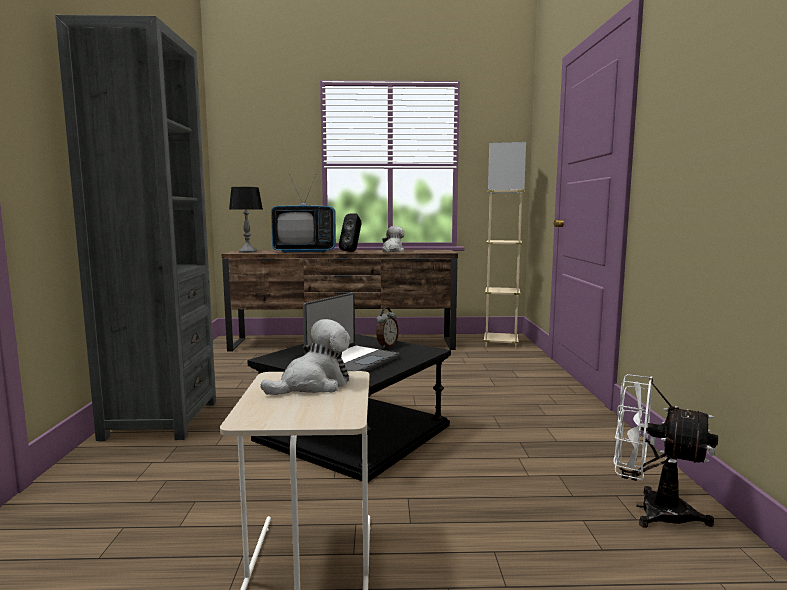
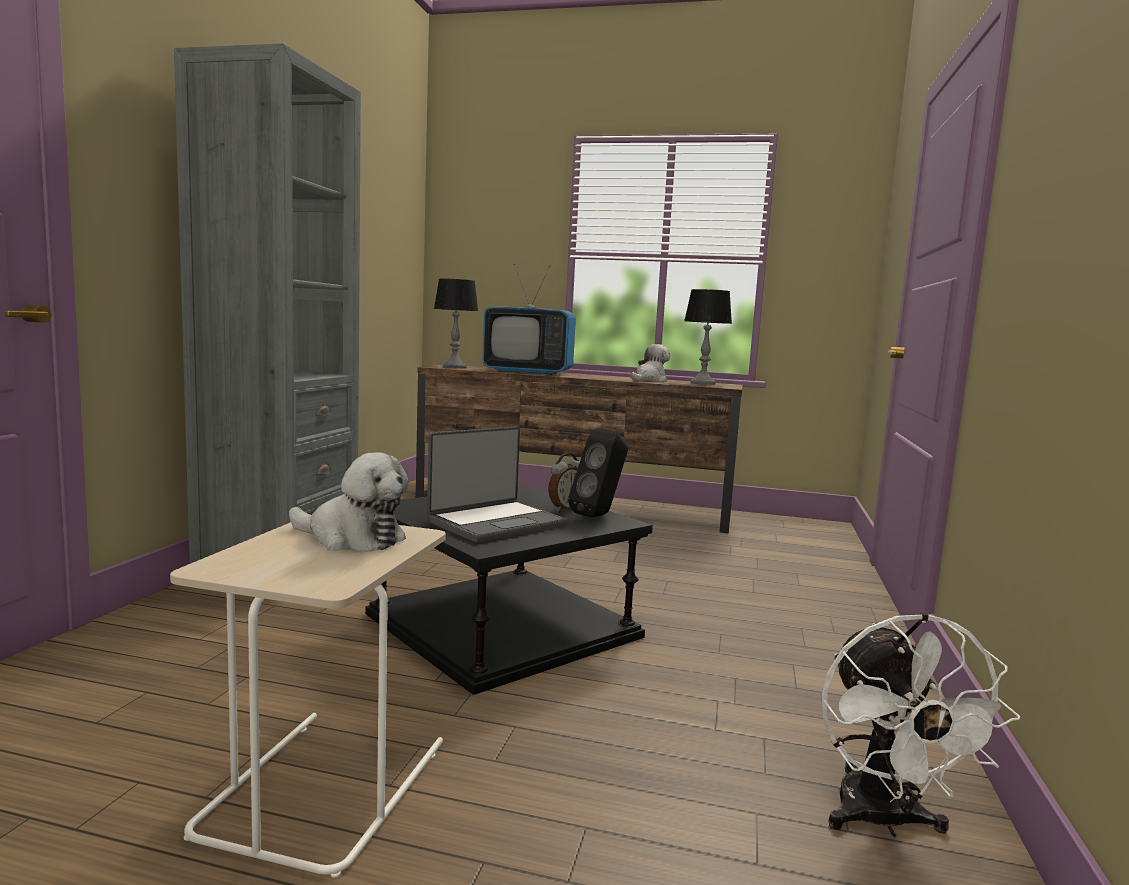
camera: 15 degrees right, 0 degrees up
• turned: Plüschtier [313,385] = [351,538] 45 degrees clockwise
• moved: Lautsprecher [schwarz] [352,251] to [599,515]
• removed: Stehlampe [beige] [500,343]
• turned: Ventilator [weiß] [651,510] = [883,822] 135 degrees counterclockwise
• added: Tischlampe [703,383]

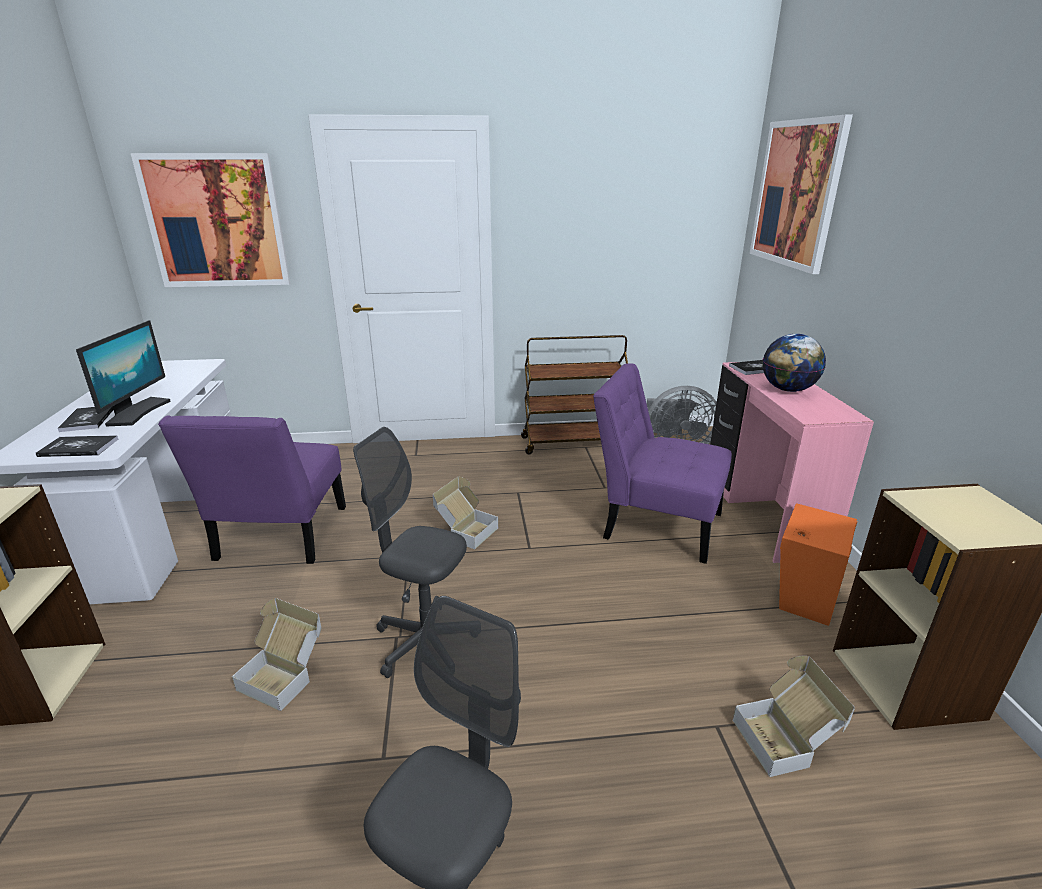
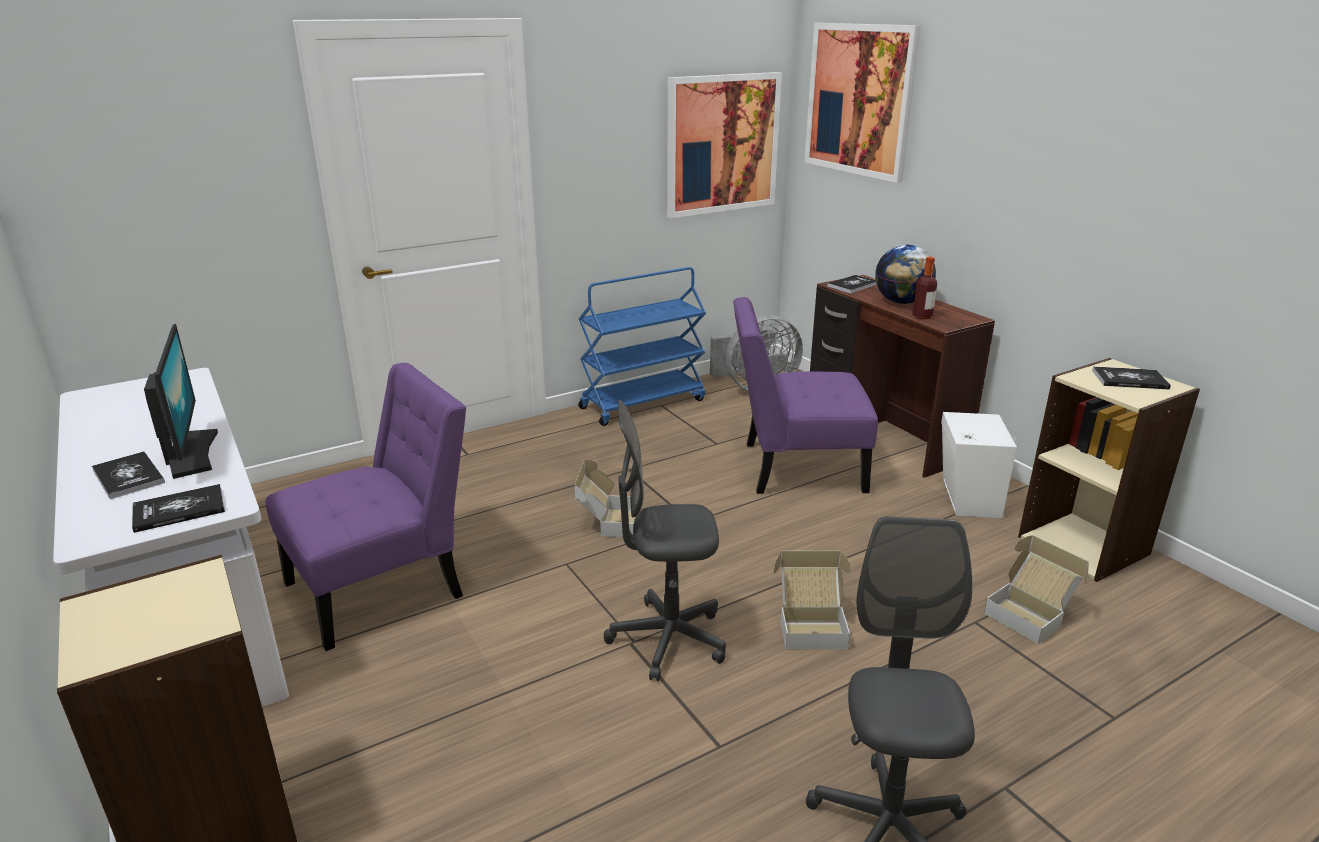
camera: 25 degrees left, 0 degrees up
• moved: Bild [216,221] to [722,144]
• turned: Stuhl [lila] [279,537] = [384,586] 105 degrees counterclockwise
• moved: Karton [285,675] to [811,625]
• recoloured: Rollwagen [braun] [572,443] to Rollwagen [blau] [643,403]
• recoloured: Schreibtisch [rosa] [761,514] to Schreibtisch [braun] [882,436]
• recoloured: Lautsprecher [orange] [804,595] to Lautsprecher [weiß] [967,499]
• added: Flasche [922,316]
• added: Buch [1129,379]

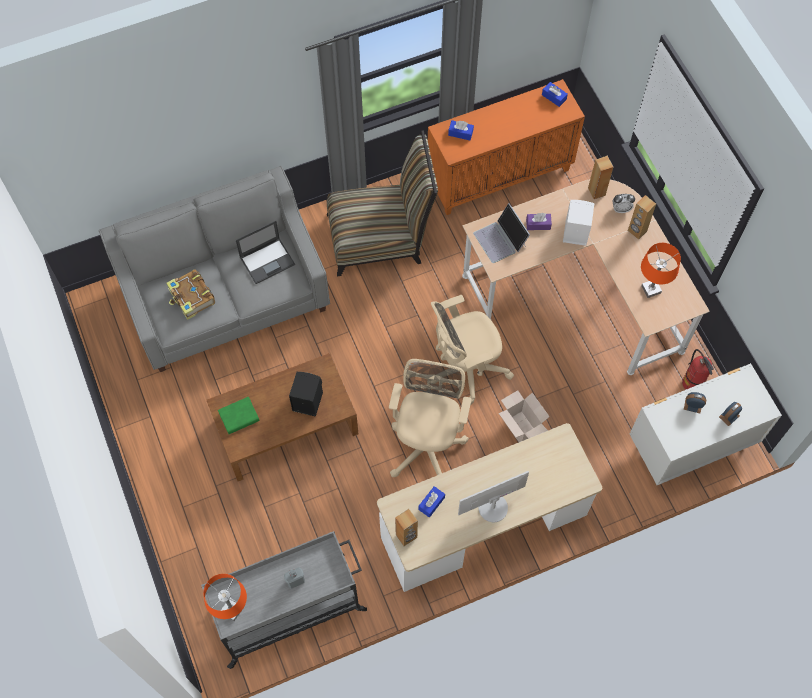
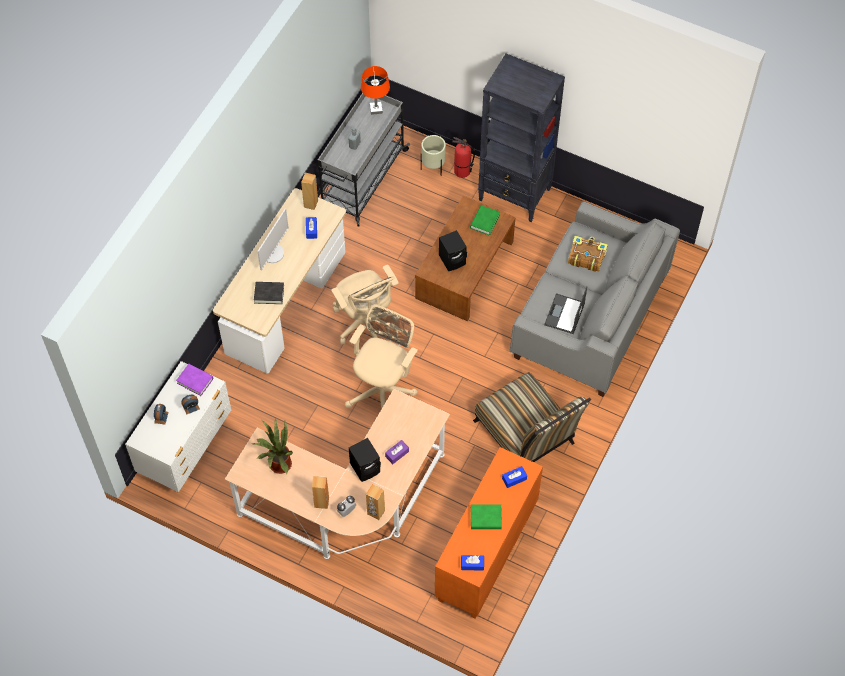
camera: 140 degrees right, 5 degrees down
• turned: Stuhl [381,237] = [527,437] 75 degrees counterclockwise
• removed: Laptop [500,240]
• removed: Karton [520,428]
• recoloured: Lautsprecher [weiß] [574,232] to Lautsprecher [schwarz] [366,467]
• replaced: Tischlampe [orange] [650,289] to Topfpflanze [278,464]
• moved: Feuerlöscher [692,383] to [462,171]
• added: Buch [lila] [195,381]
• added: Buch [schwarz] [269,294]
• added: Pflanzkübel [beige] [433,168]
• added: Buch [grün] [486,518]
• added: Bücherregal [schwarz] [515,195]

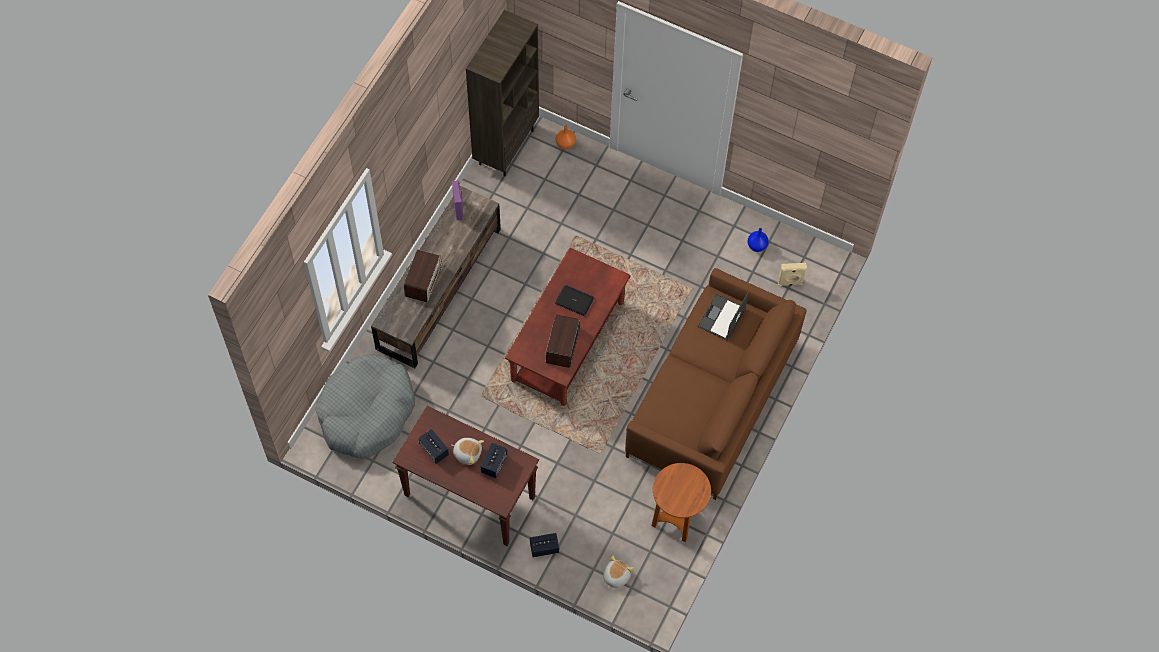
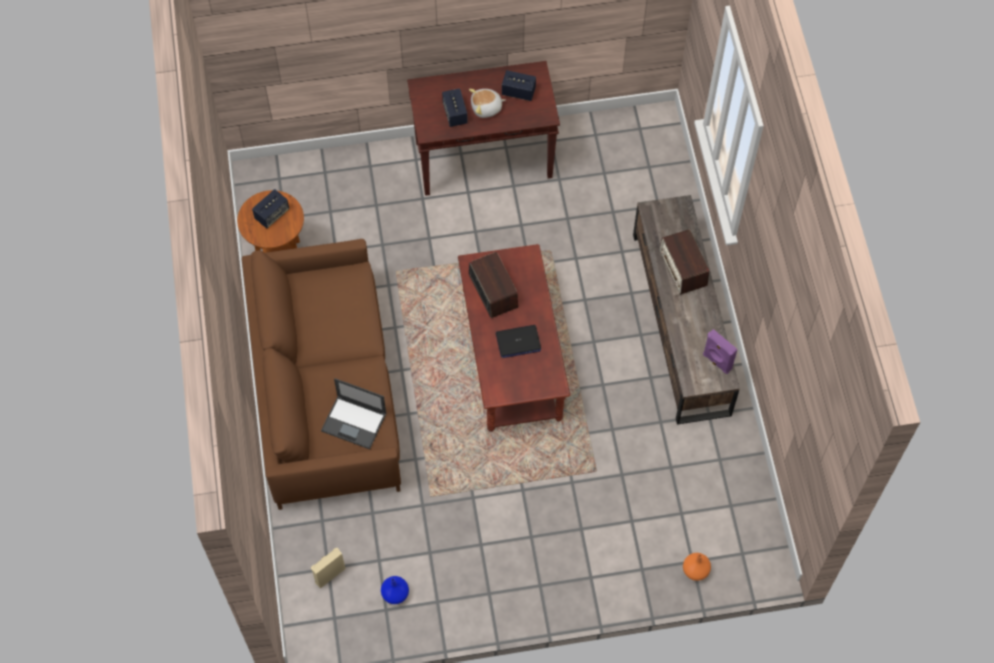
camera: 145 degrees right, 0 degrees up
• removed: Hundebett [grau] [366,412]
• removed: Bücherregal [braun] [505,146]
• moved: Lautsprecher [544,548] to [272,214]
• removed: Plüschtier [615,576]
• turned: Laptop [721,318] = [355,422] 120 degrees clockwise

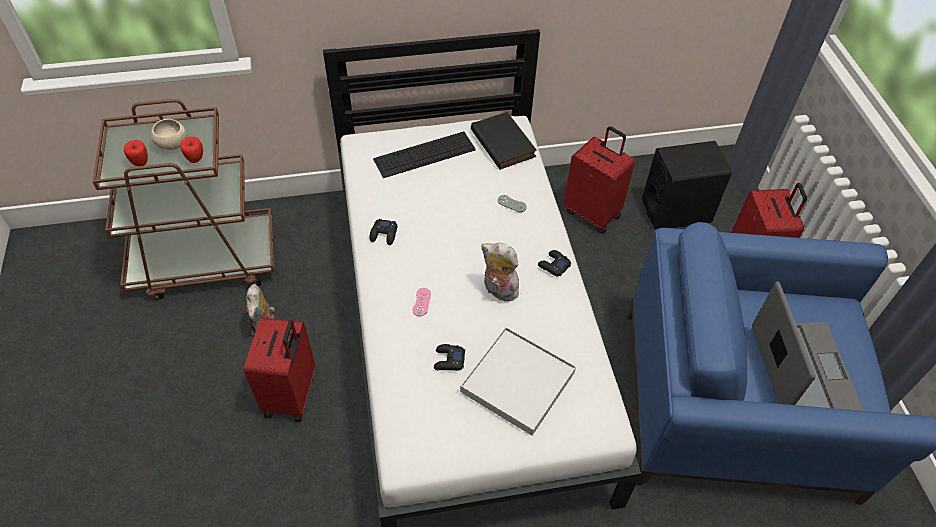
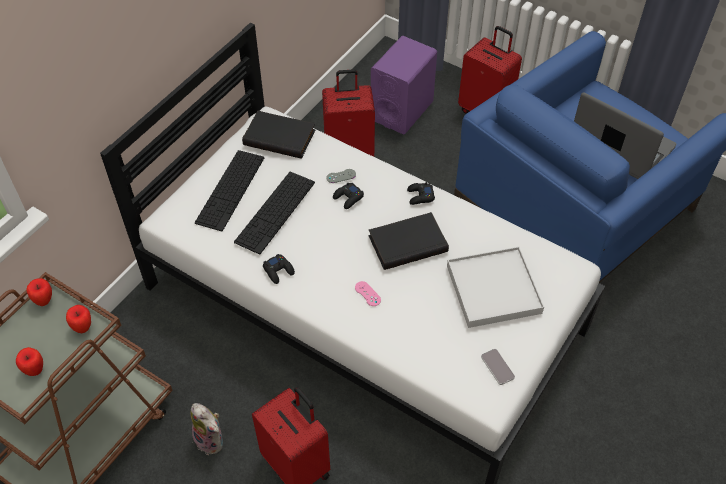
camera: 45 degrees left, 0 degrees up
• removed: Schüssel [beige] [172,145]
• moved: Gamepad [schwarz] [449,360] to [348,198]
• replaced: Plüschtier [498,291] to Buch [schwarz] [407,242]
• recoloured: Lautsprecher [schwarz] [676,211] to Lautsprecher [lila] [402,110]
• added: Apfel [44,301]
• added: Tastatur [275,212]
• added: Handy [497,367]

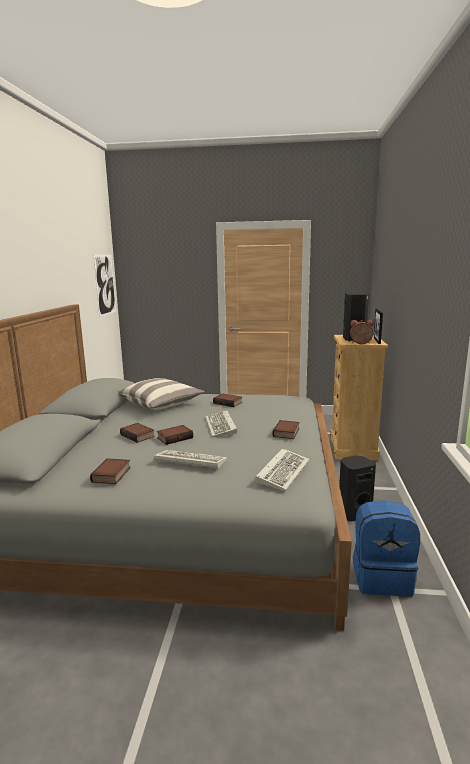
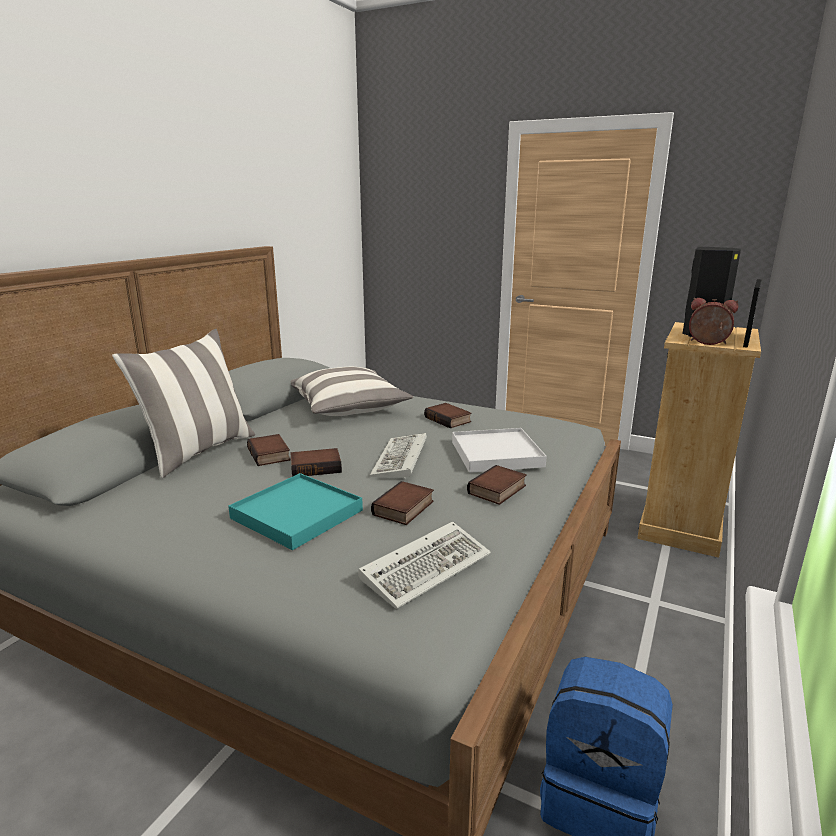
camera: 20 degrees right, 5 degrees up
• moved: Buch [112,475] to [404,509]
• removed: Bild [105,284]
• replaced: Tastatur [188,461] to Tablett [türkis] [296,514]
• removed: Lautsprecher [schwarz] [353,513]
• added: Kissen [198,452]
• added: Tablett [weiß] [496,454]

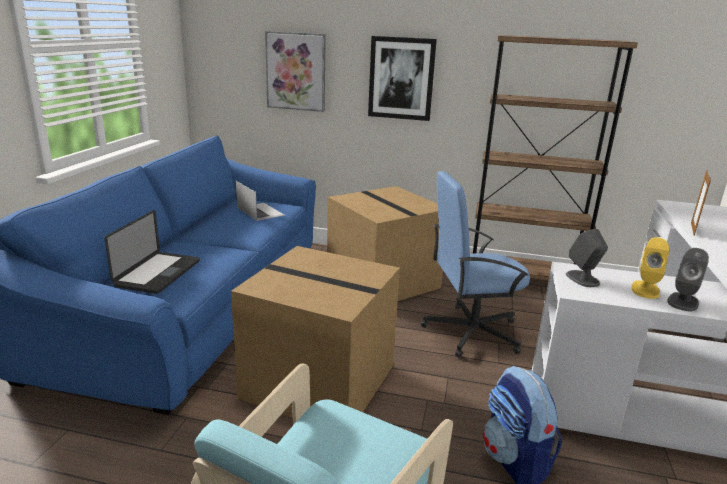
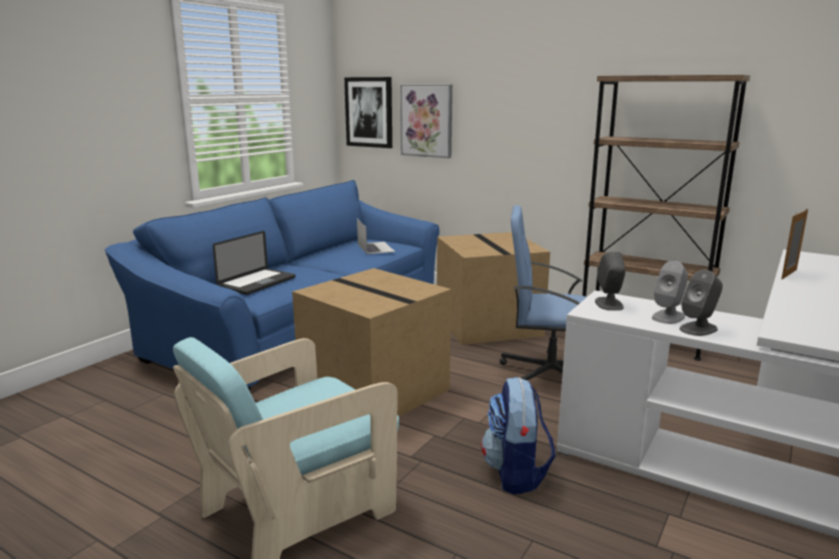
camera: 20 degrees right, 5 degrees down
• moved: Bild [401,78] to [369,112]
• recoloured: Lautsprecher [gelb] [645,289] to Lautsprecher [grau] [668,317]

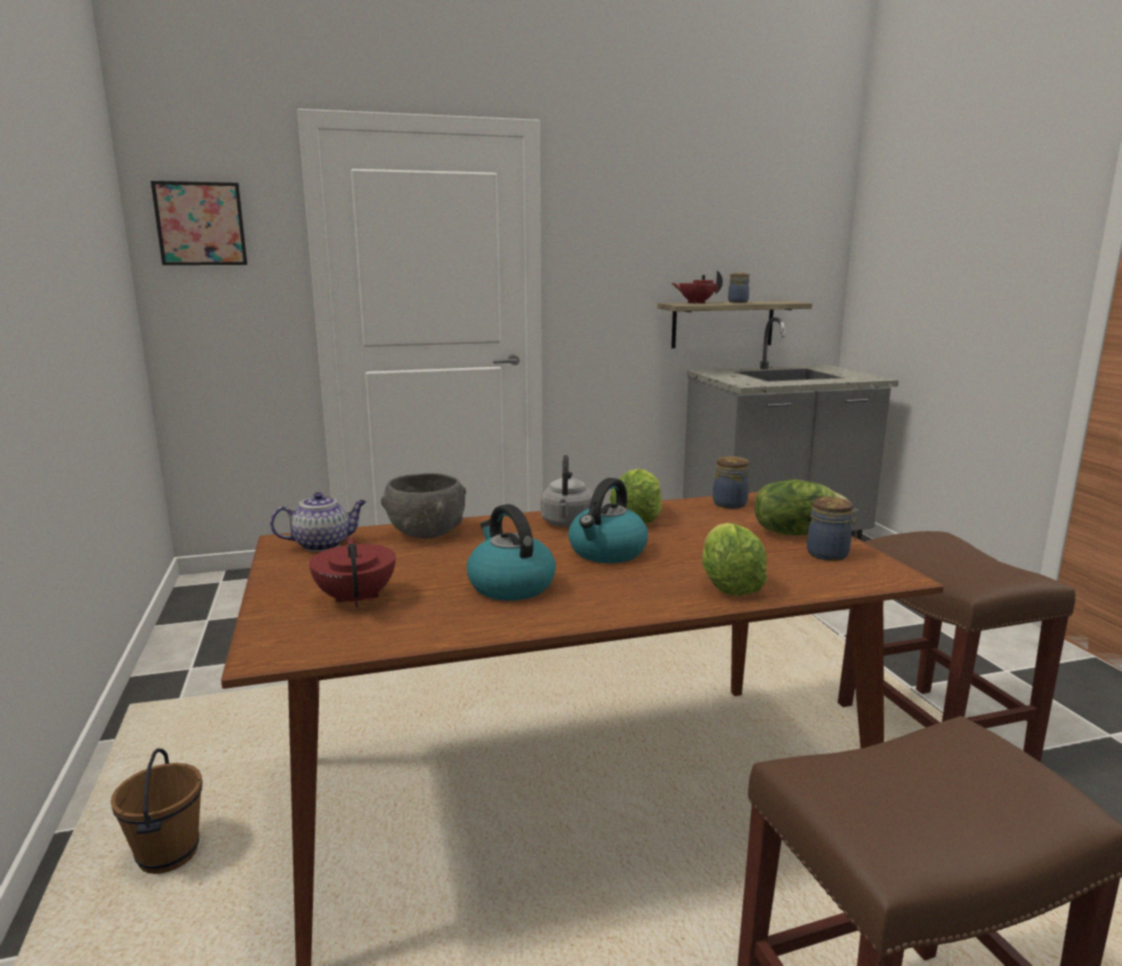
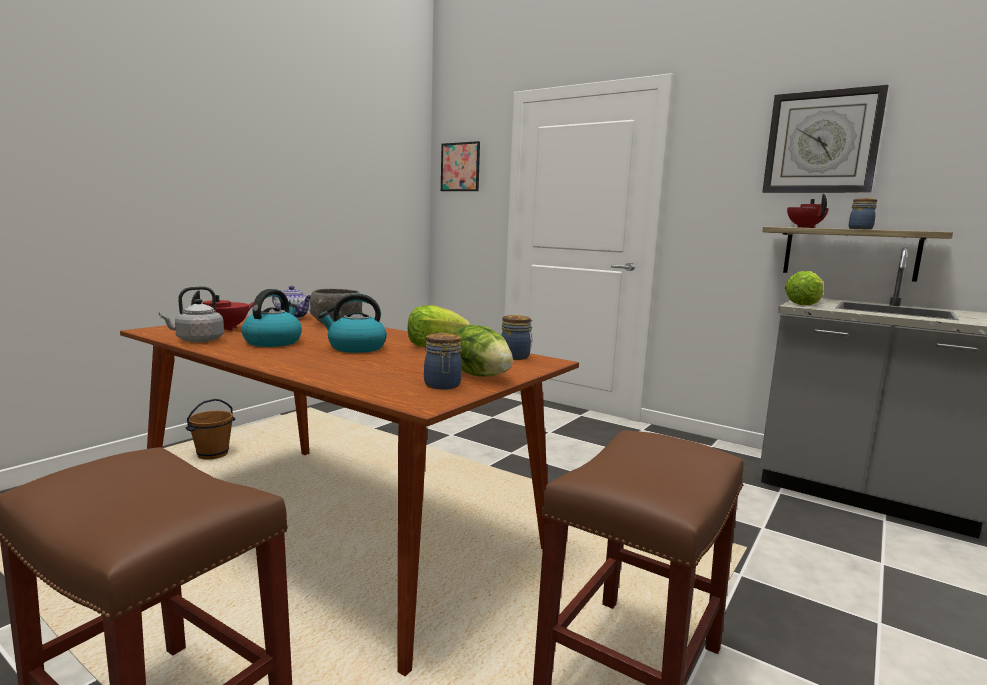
camera: 50 degrees right, 5 degrees down
• moved: Wasserkessel [grau] [567,524] to [197,340]
• moved: Salatkopf [728,584] to [804,304]
• added: Wanduhr [822,142]

